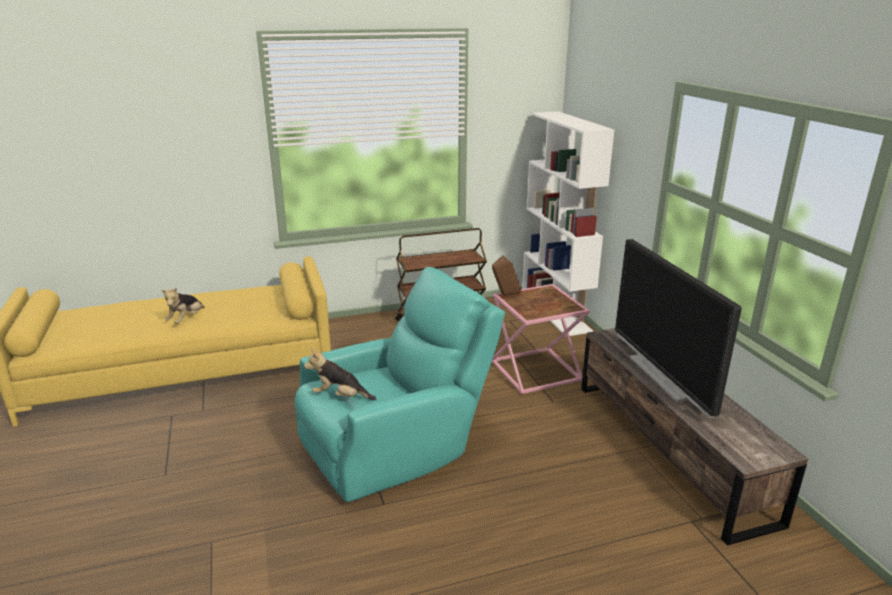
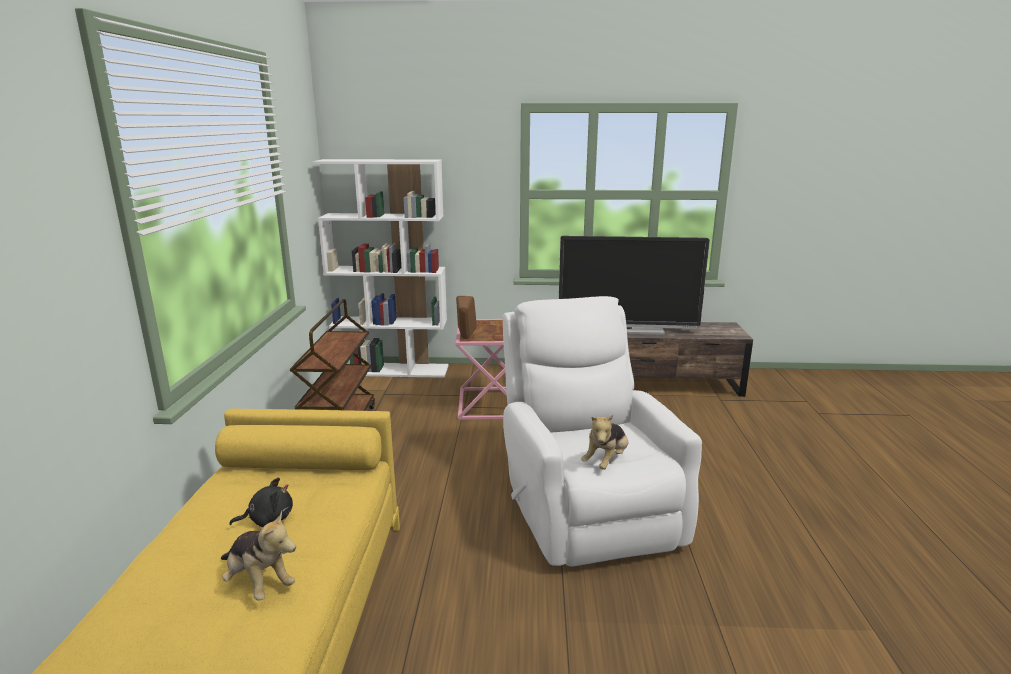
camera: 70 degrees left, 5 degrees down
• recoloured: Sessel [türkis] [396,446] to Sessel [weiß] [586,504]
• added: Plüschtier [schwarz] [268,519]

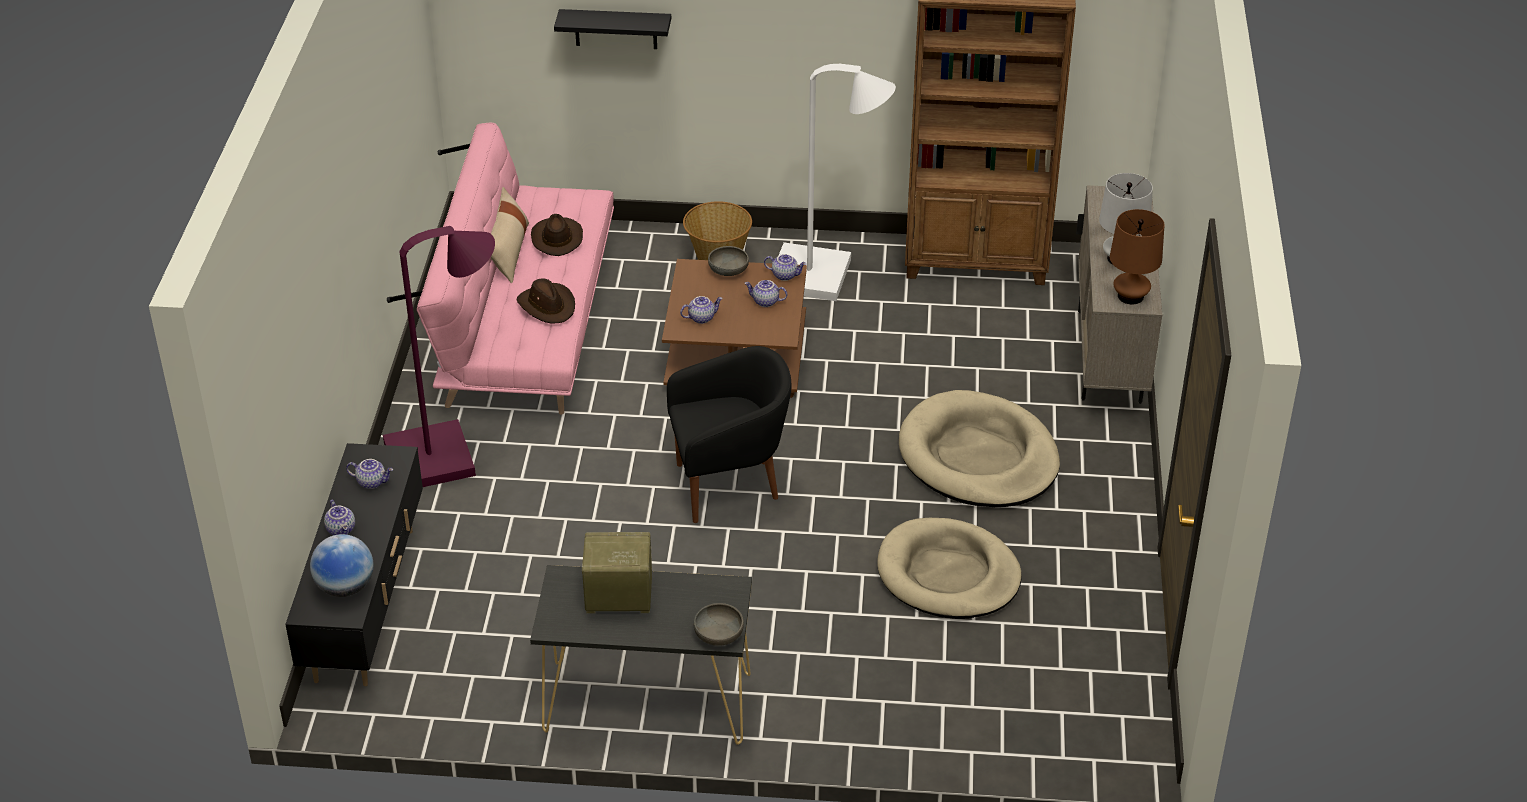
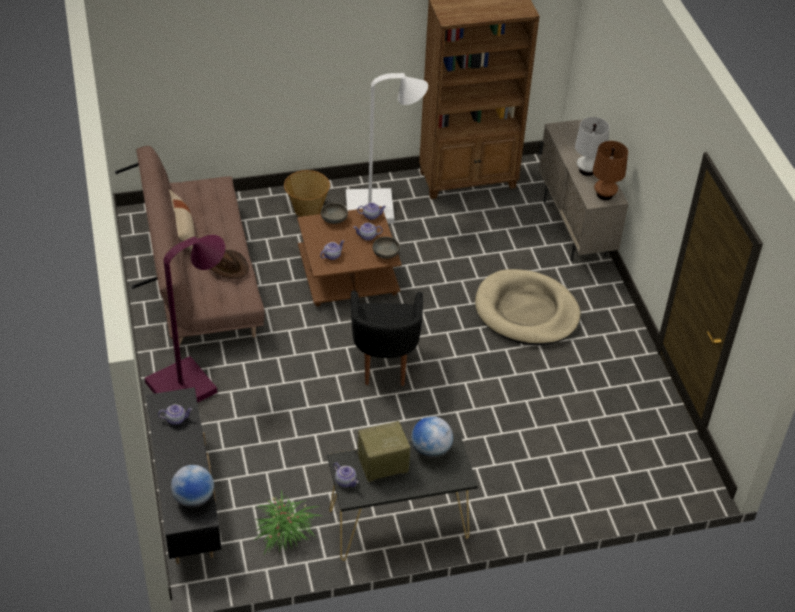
camera: 20 degrees left, 5 degrees up
• moved: Teekanne [342,529] to [346,481]
• recoloured: Sofa [rosa] [526,321] to Sofa [braun] [201,276]
• removed: Hut [braun] [556,238]
• removed: Wandregal [schwarz] [615,29]
• turned: Sessel [schwarz] [730,486] = [384,364] 120 degrees clockwise
• moved: Schüssel [grau] [718,635] to [386,253]
• removed: Hundebett [beige] [948,574]
• added: Topfpflanze [284,532]
• added: Globus [431,450]

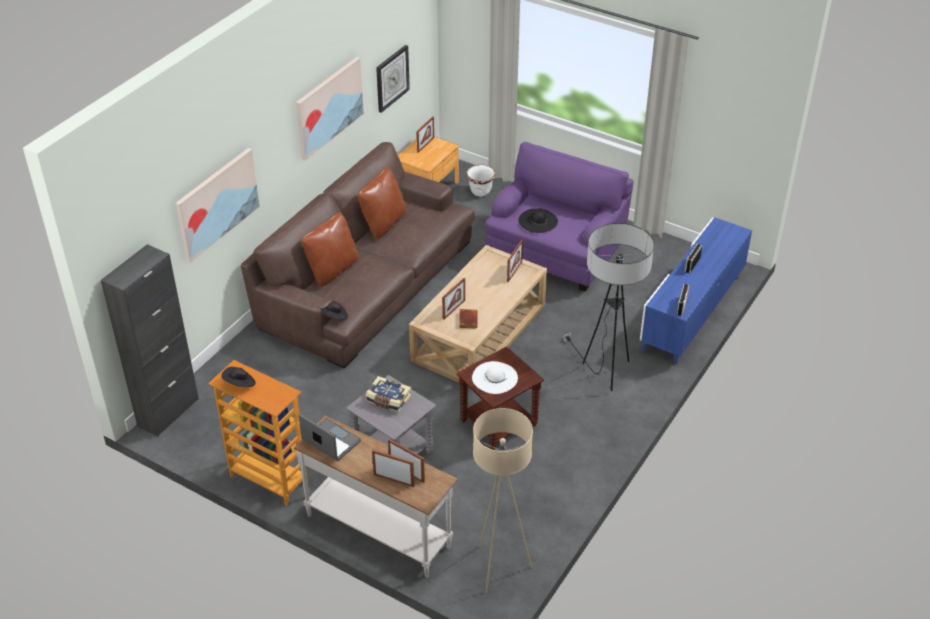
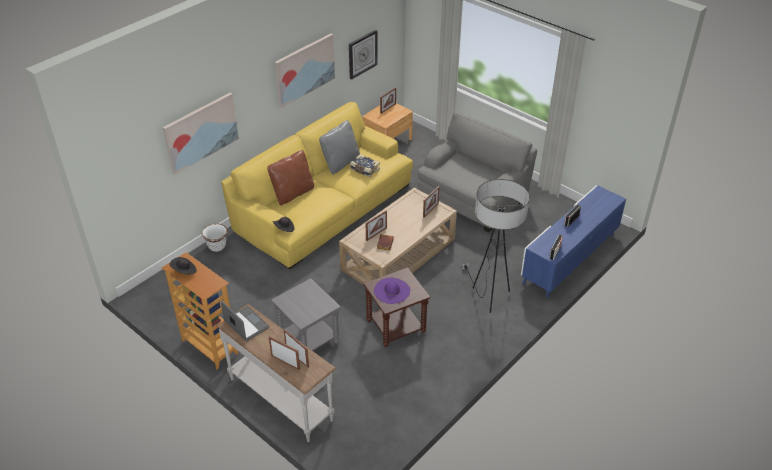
camera: 10 degrees right, 0 degrees up
• removed: Schrank [schwarz] [168,412]
• recoloured: Sofa [braun] [366,283] to Sofa [gelb] [323,206]
• recoloured: Kissen [braun] [383,223] to Kissen [grau] [340,163]
• moved: Buch [388,400] to [364,170]
• moved: Pflanzkübel [weiß] [480,192] to [217,247]
• recoloured: Hut [weiß] [494,377] to Hut [lila] [391,290]
• removed: Stehlampe [beige] [499,567]
• recoloured: Sessel [lila] [556,251] to Sessel [grau] [473,198]
• removed: Hut [schwarz] [538,221]

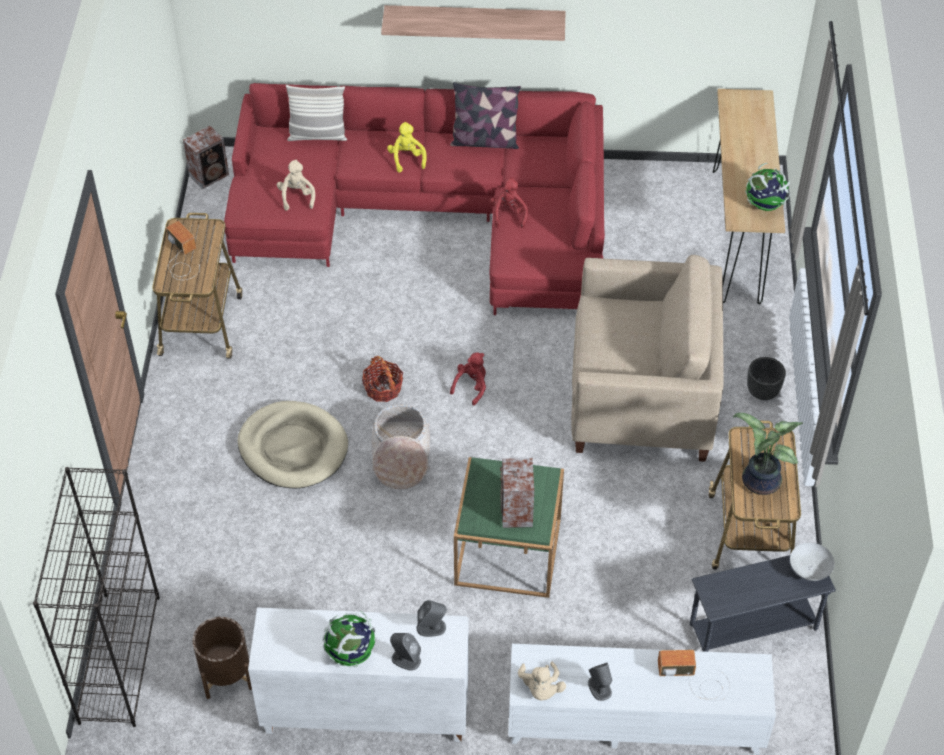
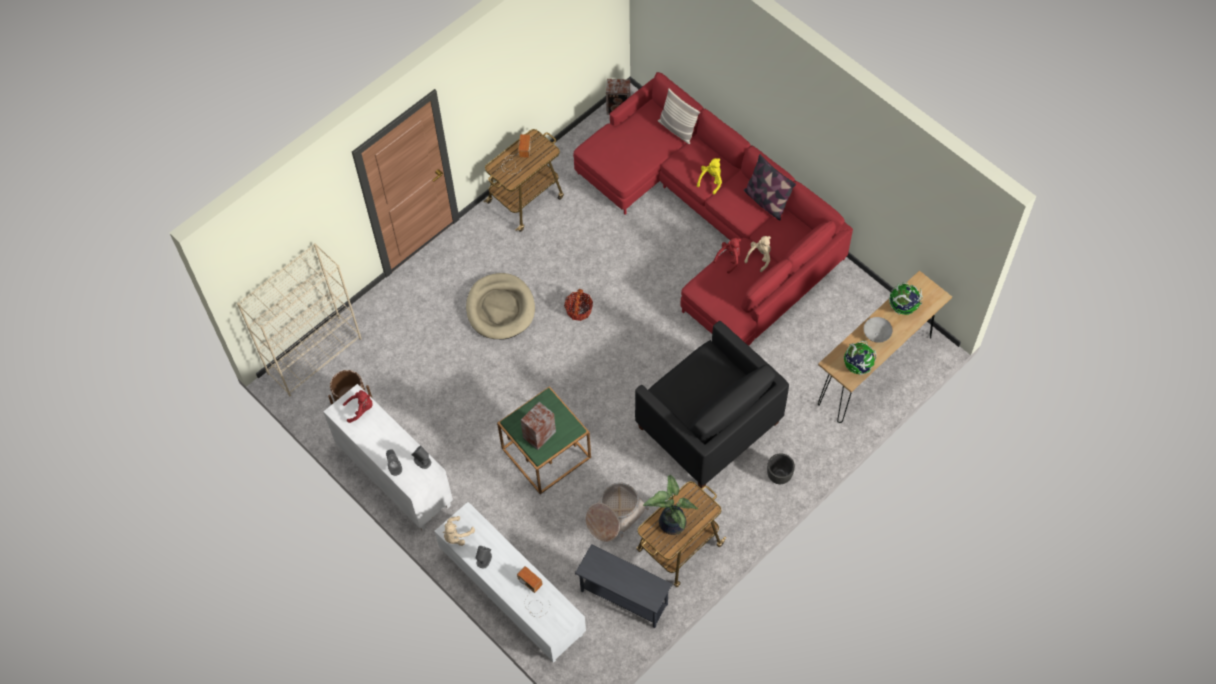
camera: 45 degrees right, 10 degrees up
• recoloured: Bücherregal [schwarz] [119,658] to Bücherregal [beige] [315,355]
• moved: Plüschtier [beige] [297,197] to [760,257]
• moved: Globus [351,653] to [903,307]
• moved: Korb [400,456] to [614,516]
• removed: Wandregal [474,21]
• moved: Plüschtier [rot] [471,386] to [361,409]
• recoloured: Sessel [beige] [641,398] to Sessel [schwarz] [708,424]
• moved: Schüssel [grau] [808,570] to [876,334]

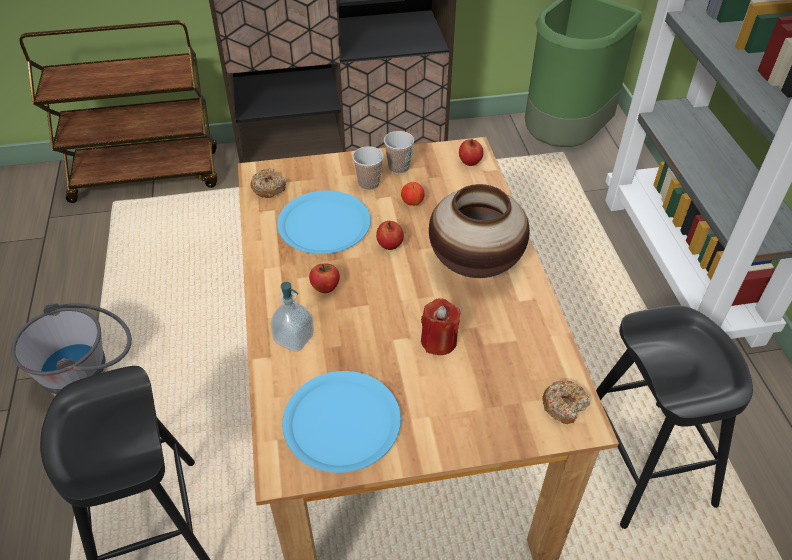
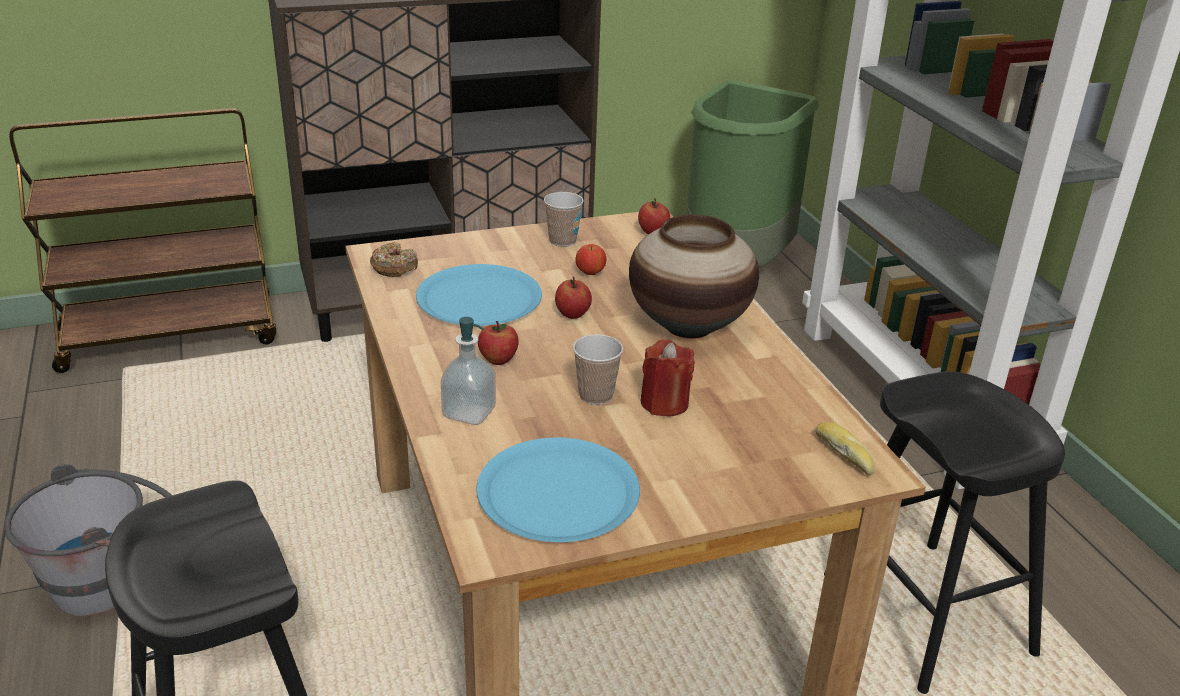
camera: 10 degrees left, 15 degrees down
• moved: Tasse [368,184] to [596,395]
• replaced: Donut [564,405] to Brot [845,454]

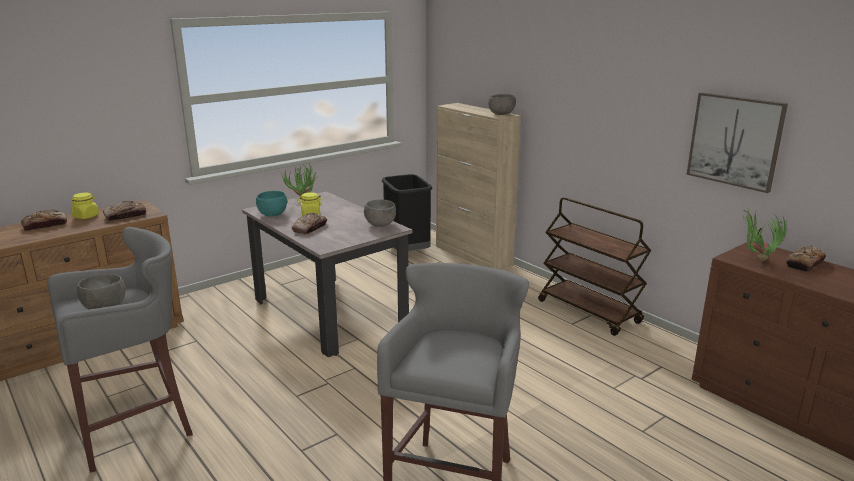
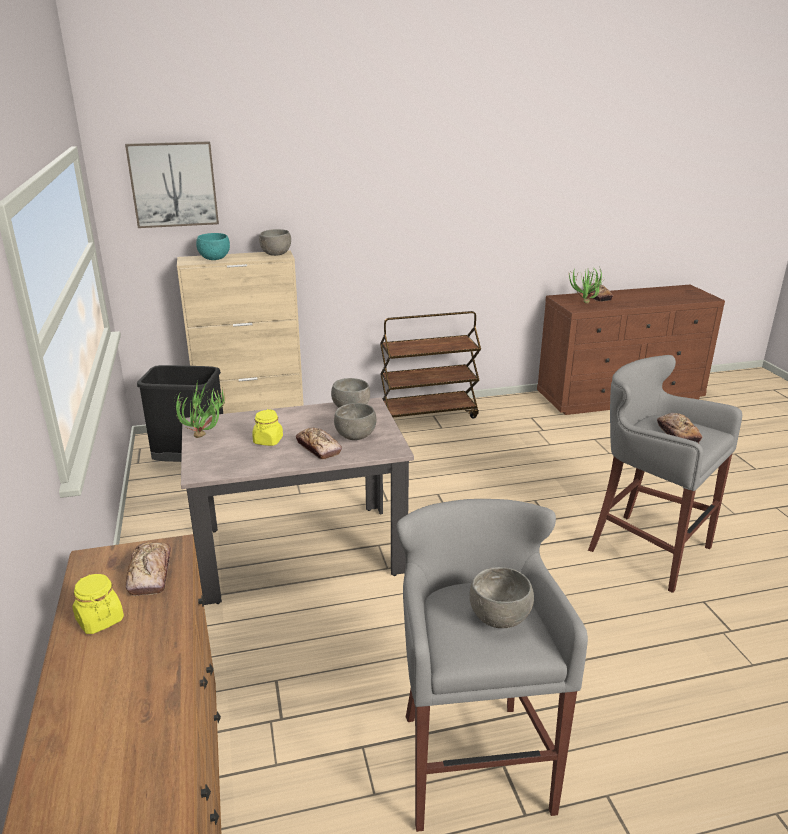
camera: 65 degrees left, 5 degrees up
• moved: Brot [45,225] to [677,434]
• moved: Schüssel [türkis] [272,214] to [214,259]
• moved: Bild [735,141] to [173,184]
• added: Schüssel [grau] [355,436]

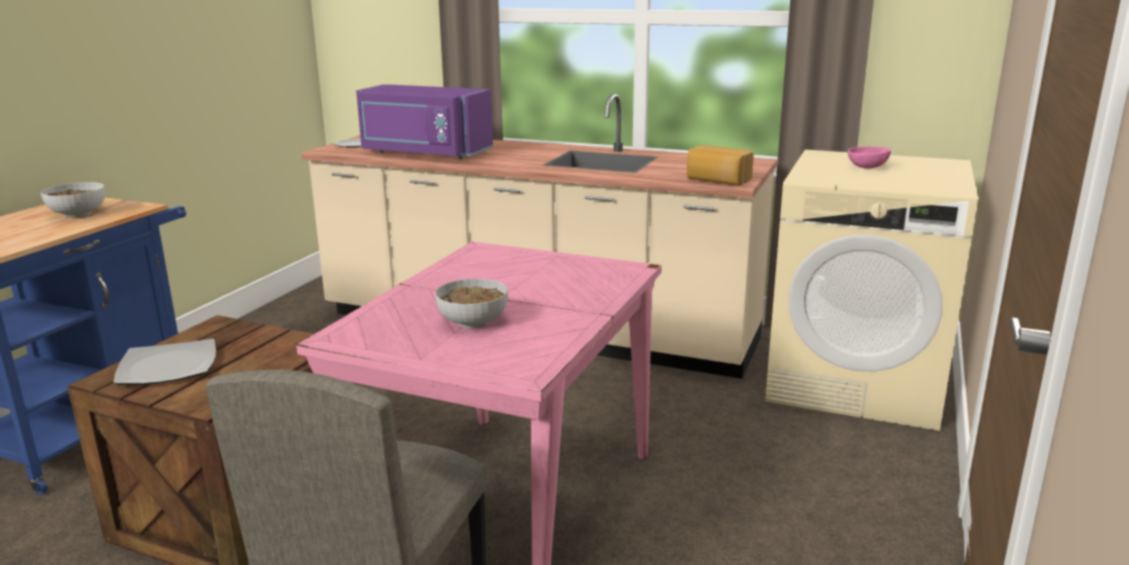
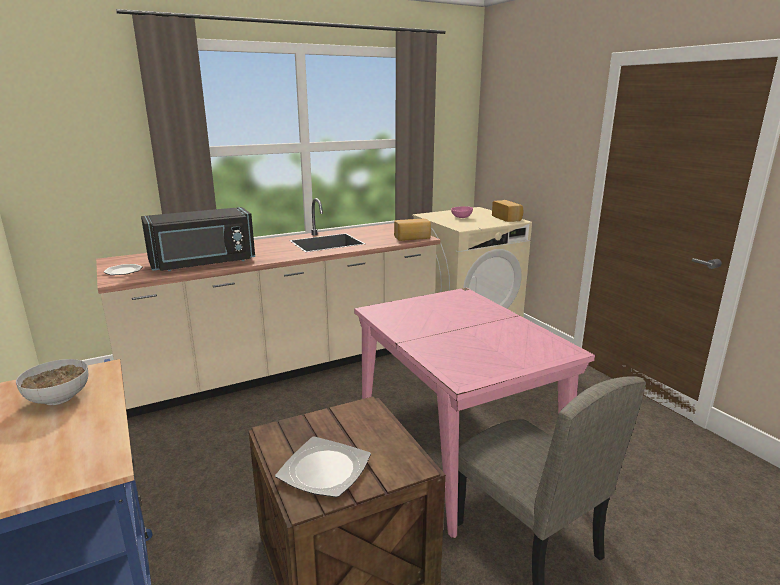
camera: 50 degrees left, 0 degrees up
• recoloured: Mikrowelle [lila] [424,153] to Mikrowelle [schwarz] [203,263]
• removed: Schüssel [473,322]
• added: Brot [507,218]

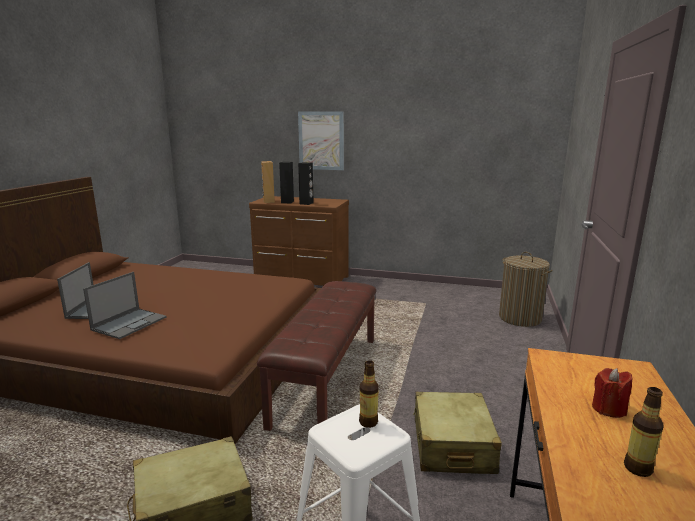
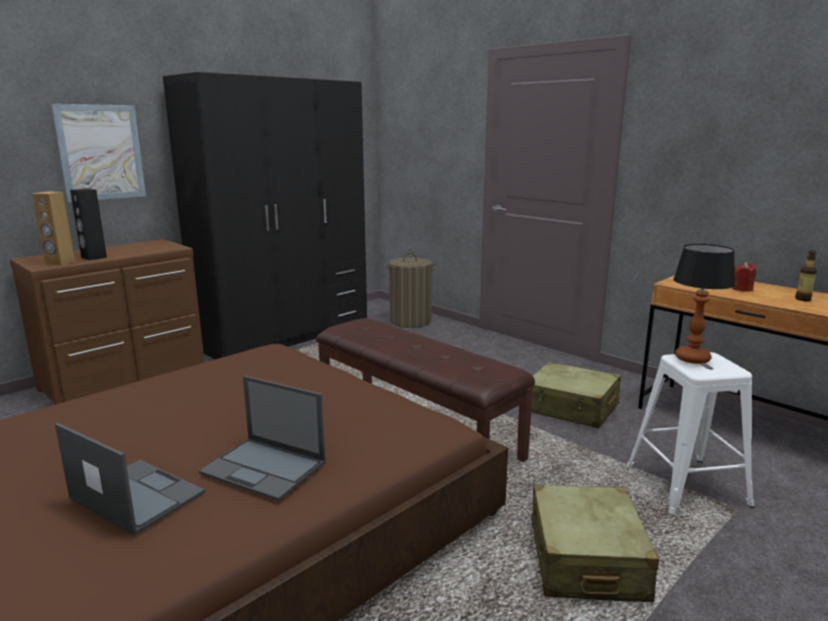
camera: 60 degrees left, 0 degrees up
• turned: Laptop [130,323] = [265,468] 150 degrees clockwise
• removed: Lautsprecher [schwarz] [306,203]
• replaced: Flasche [368,422] to Tischlampe [692,358]
• added: Kleiderschrank [schwarz] [286,335]

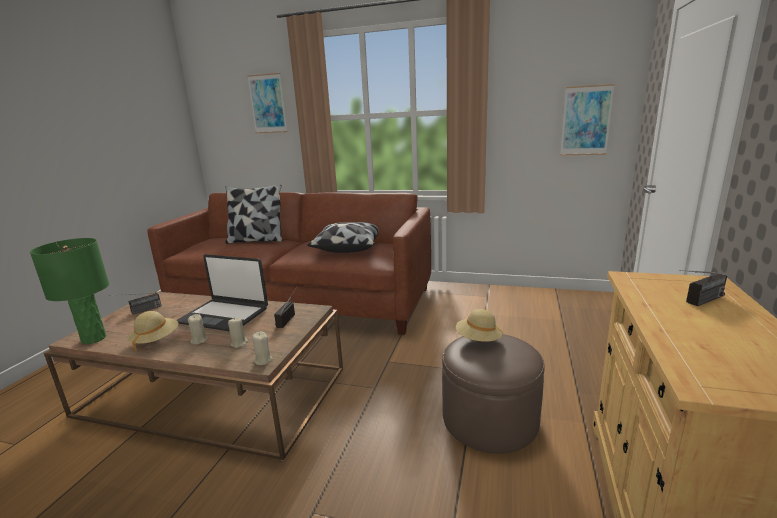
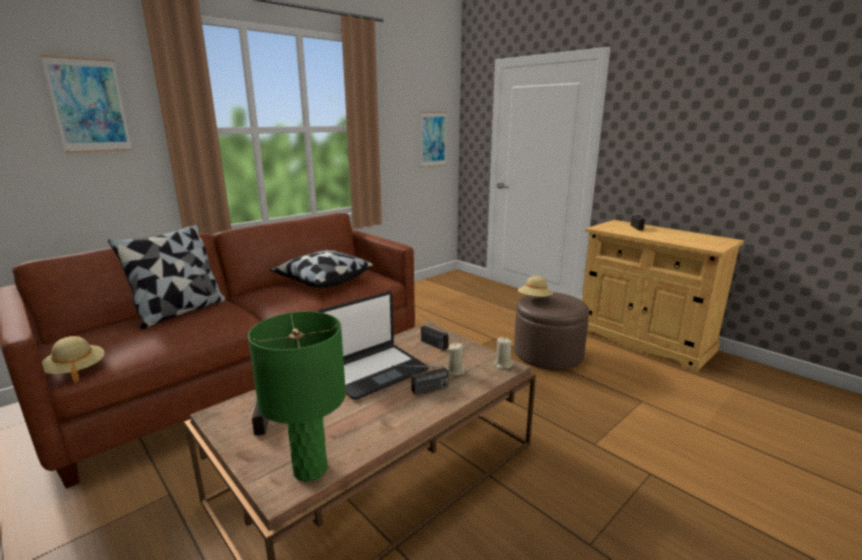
camera: 60 degrees left, 0 degrees up
• moved: Hut [beige] [156,340] to [76,370]
• replaced: Kerze [beige] [199,340] to Radio [421,391]

